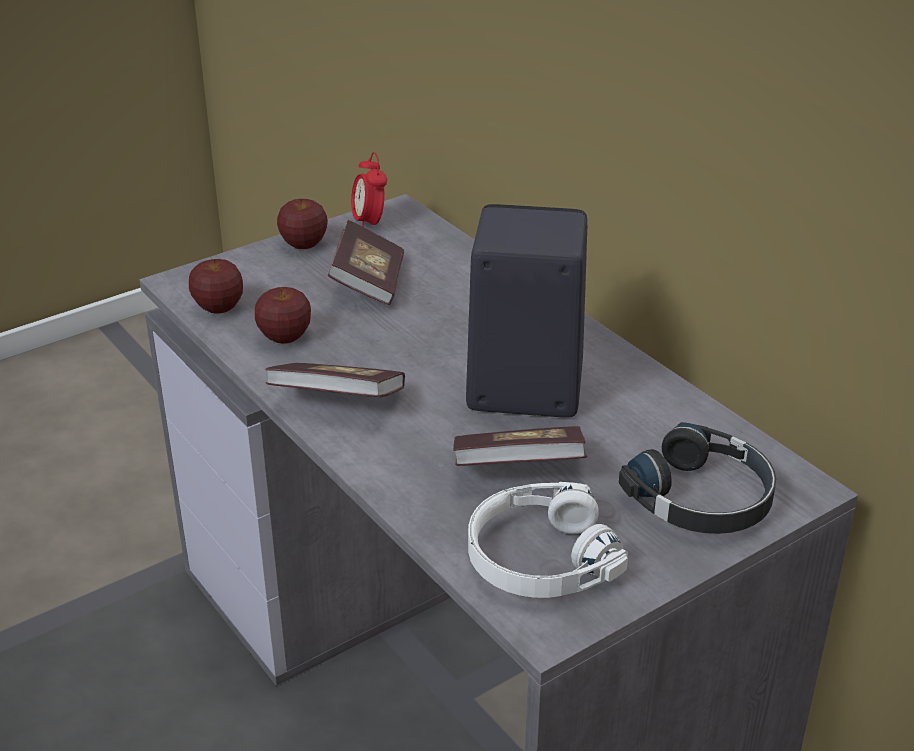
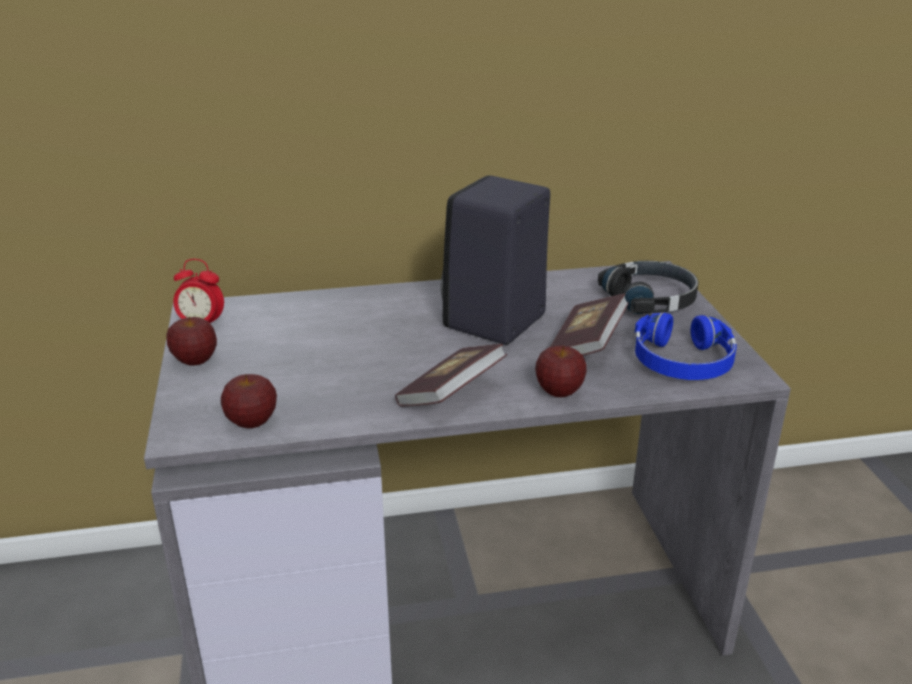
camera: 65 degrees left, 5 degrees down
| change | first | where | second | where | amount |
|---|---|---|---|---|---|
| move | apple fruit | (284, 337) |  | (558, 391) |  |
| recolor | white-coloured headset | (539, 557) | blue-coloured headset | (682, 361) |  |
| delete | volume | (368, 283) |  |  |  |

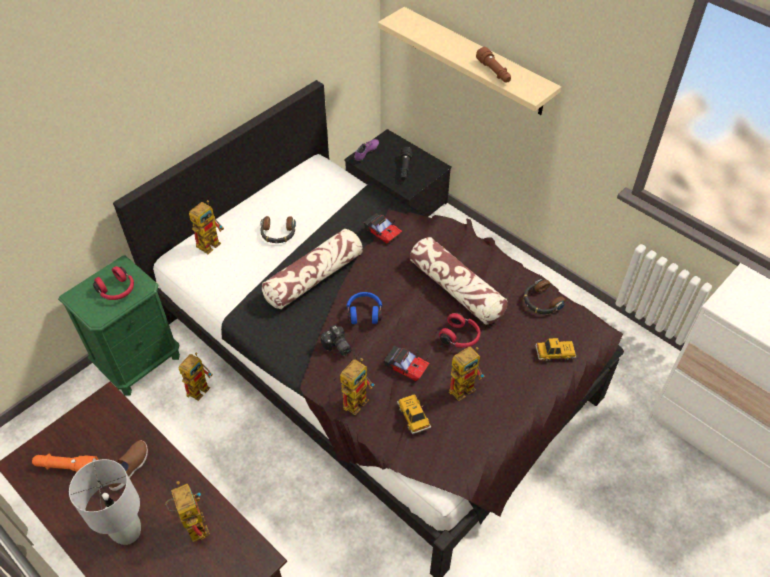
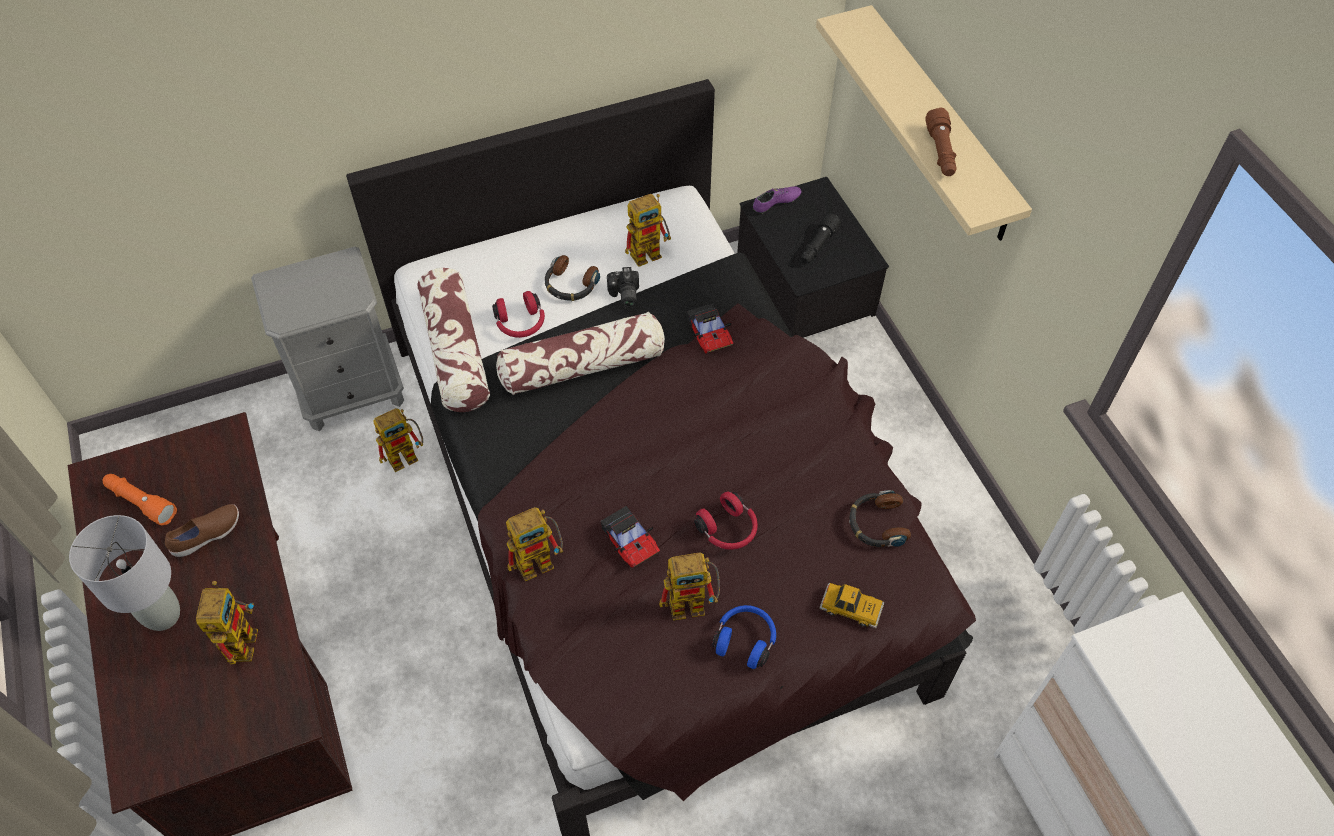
camera: 25 degrees right, 5 degrees up
| change | first | where | second | where | amount |
|---|---|---|---|---|---|
| recolor | greenish bedside table | (139, 361) | greyish bedside table | (351, 391) |  |
| move | throw pillow | (456, 289) |  | (456, 352) |  |
| move | reddish headset | (117, 290) |  | (521, 324) |  |
| move | still camera | (337, 347) |  | (623, 296) |  |
| move | robot figure | (211, 242) |  | (650, 251) |  |
| move | blue-coloured headset | (364, 312) |  | (745, 640) |  |
| delete | miniature car | (413, 416) |  |  |  |

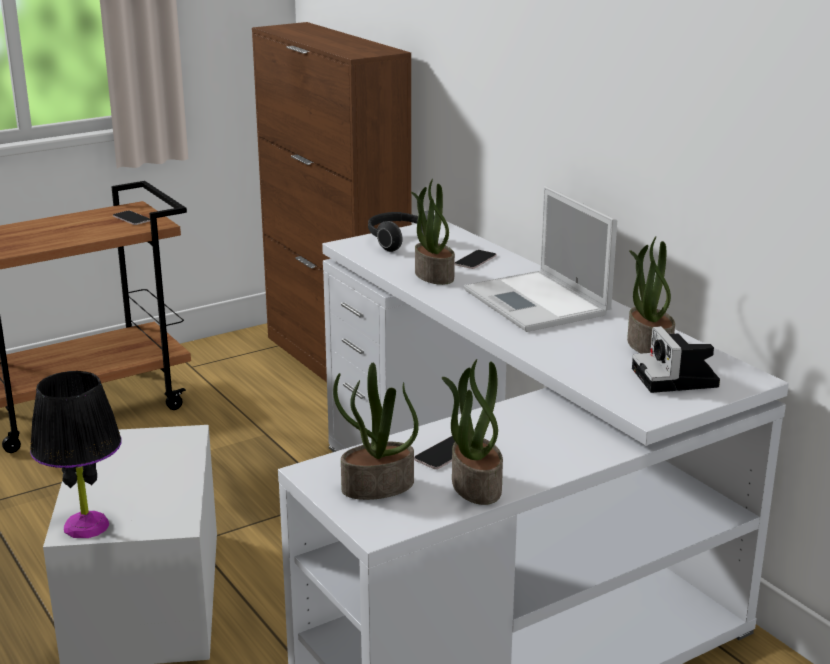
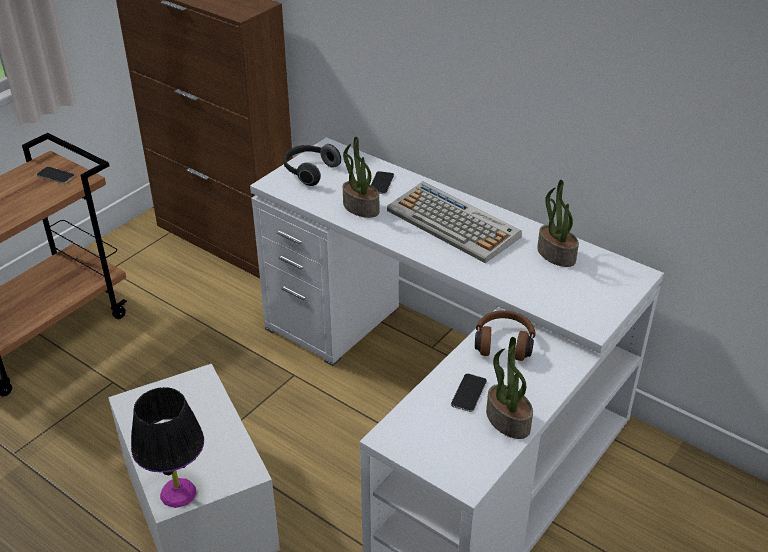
camera: 20 degrees left, 15 degrees up
| change | first | where | second | where | amount |
|---|---|---|---|---|---|
| replace | portable computer | (538, 303) | computer keyboard | (454, 224) |  |
| insert |  |  | brown-coloured headset | (504, 343) |  |
| delete | plant in a pot | (377, 487) |  |  |  |
| delete | still camera | (677, 379) |  |  |  |

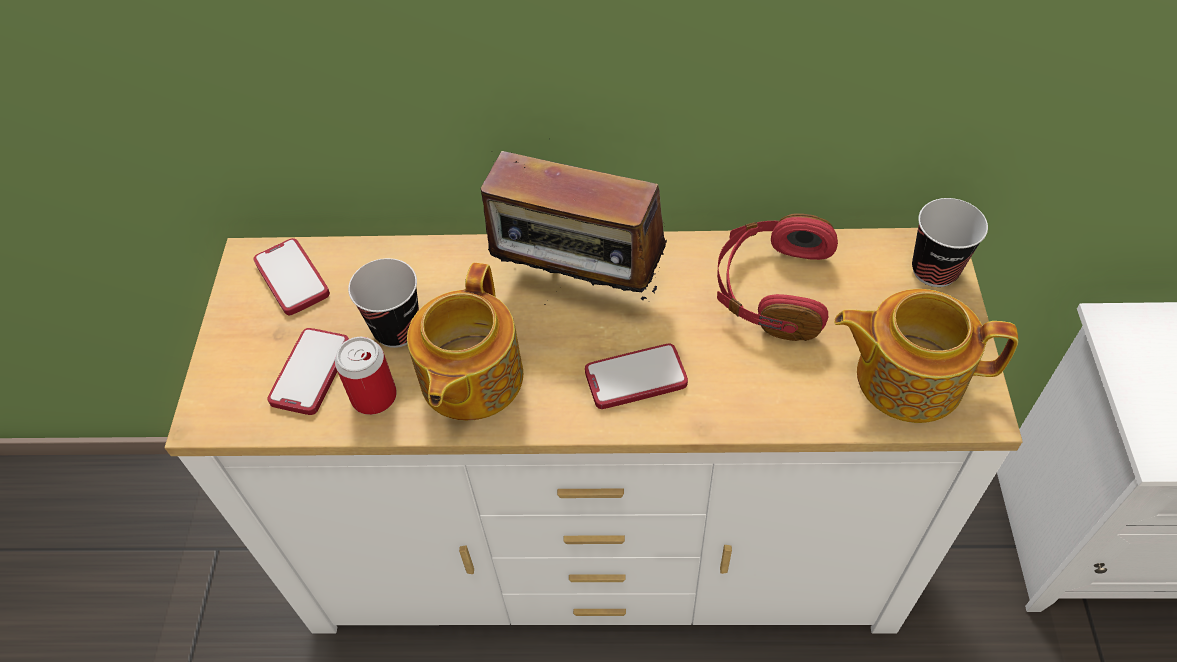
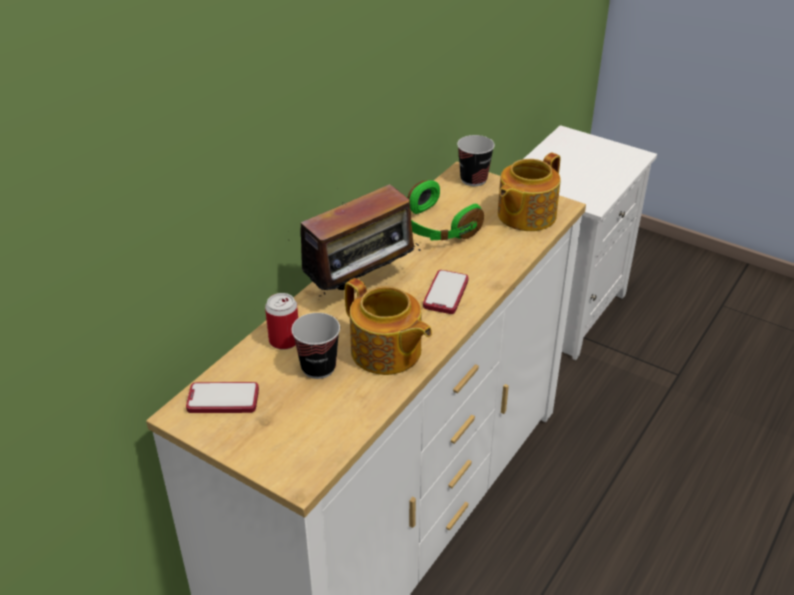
camera: 60 degrees left, 15 degrees down
| change | first | where | second | where | amount |
|---|---|---|---|---|---|
| move | sealed can | (374, 396) |  | (284, 340) |  |
| recolor | reddish headset | (771, 289) | greenish headset | (434, 228) |  |
| delete | phone | (310, 372) |  |  |  |

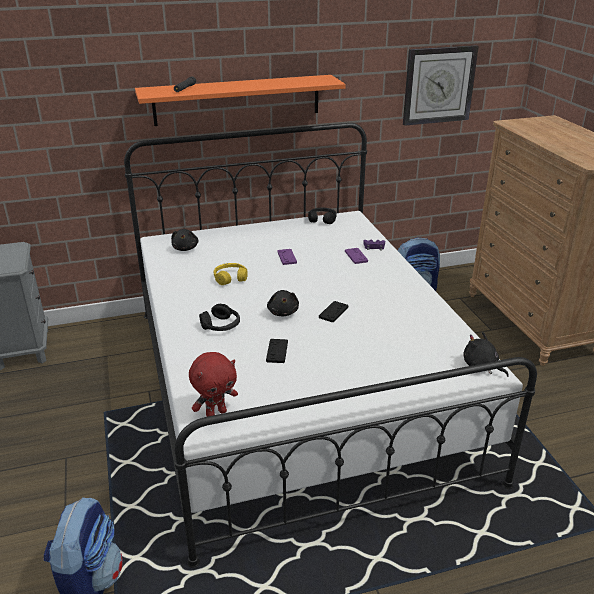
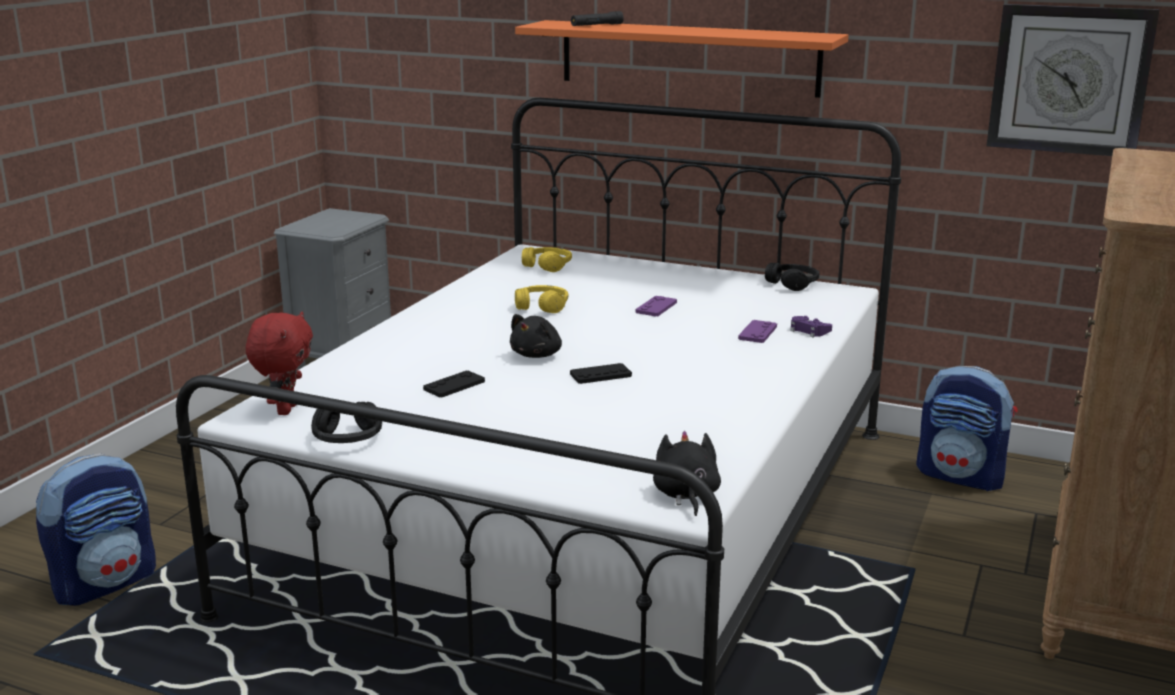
camera: 40 degrees right, 10 degrees down
| change | first | where | second | where | amount |
|---|---|---|---|---|---|
| rotate | reddish plush toy | (216, 413) |  | (285, 409) | 90 degrees counterclockwise |
| move | black headset | (221, 326) |  | (348, 439) |  |
| replace | black plush toy | (185, 248) | yellow-coloured headset | (548, 266) |  |

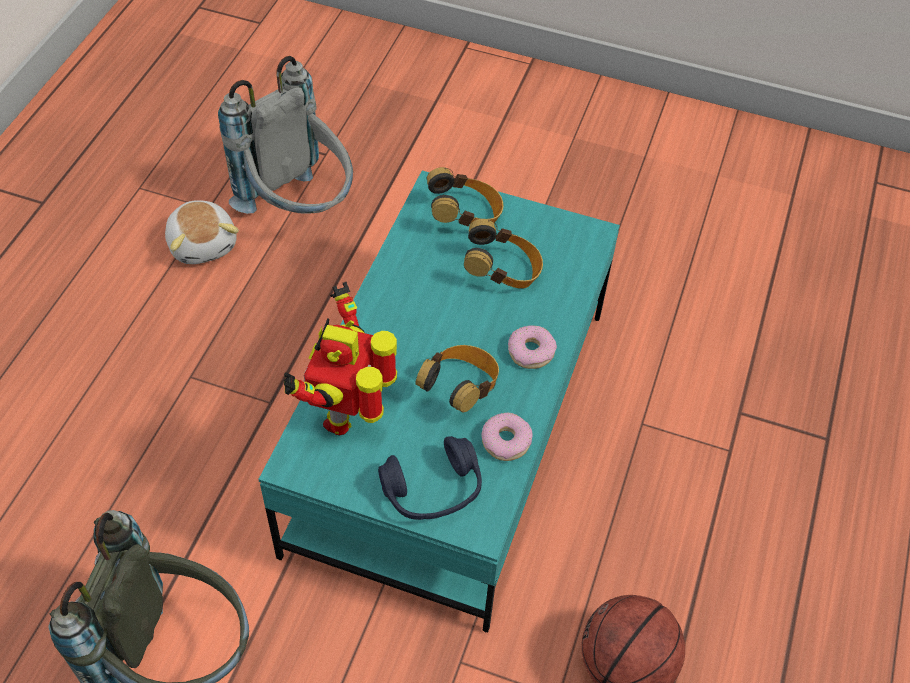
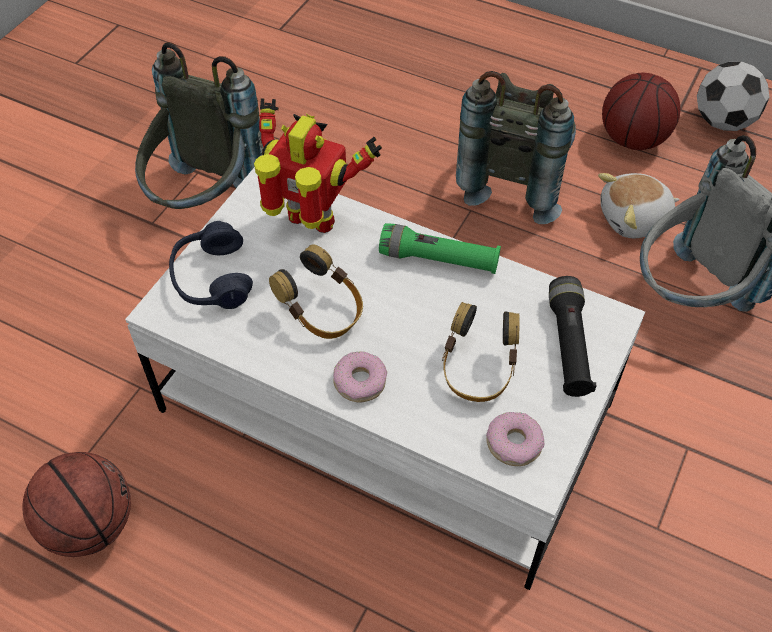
camera: 100 degrees right, 0 degrees up
| change | first | where | second | where | amount |
|---|---|---|---|---|---|
| recolor | turquoise coffee table | (451, 430) | white-coloured coffee table | (384, 408) |  |
| insert |  |  | greenish torch | (438, 260) |  |
| insert |  |  | greyish knapsack | (513, 181) |  |
| move | donut | (506, 441) |  | (513, 443) |  |
| replace | headset | (465, 216) | black torch | (568, 345) |  |
| insert |  |  | basketball | (633, 140) |  |
| insert |  |  | football ball | (723, 121) |  |

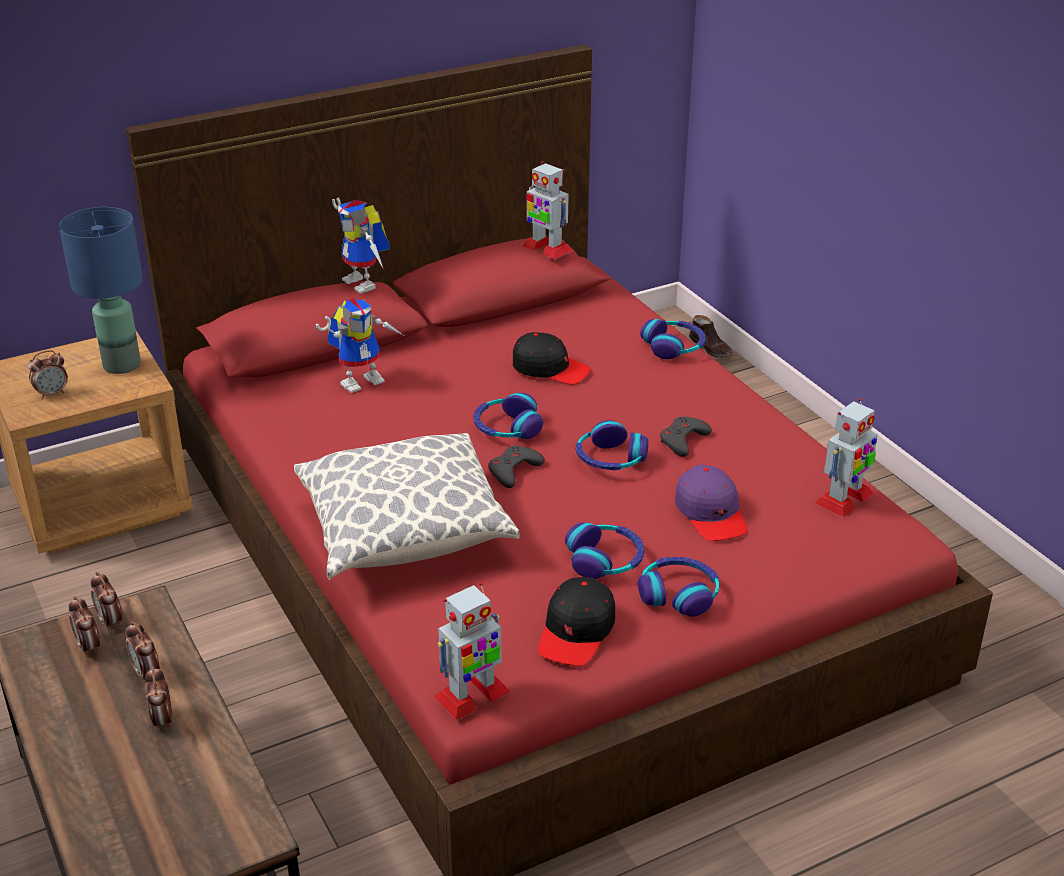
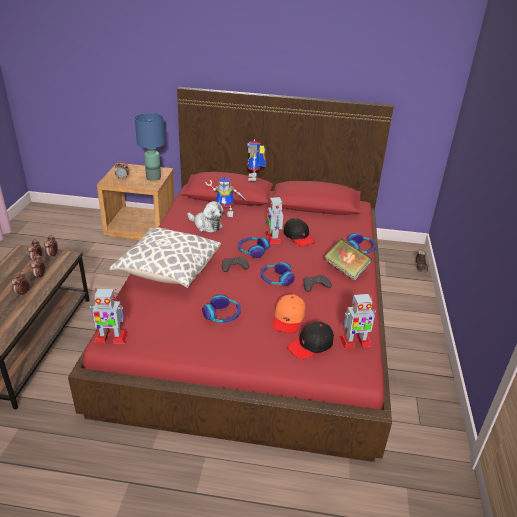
camera: 35 degrees right, 0 degrees up
| change | first | where | second | where | amount |
|---|---|---|---|---|---|
| insert |  |  | plush toy | (206, 225) |  |
| move | robot figure | (546, 248) |  | (273, 237) |  |
| recolor | purple baseball cap | (711, 514) | orange baseball cap | (288, 319) |  |
| move | black baseball cap | (576, 632) |  | (311, 345) |  |
| insert |  |  | volume | (346, 269) |  |
| delete | headset | (678, 594) |  |  |  |

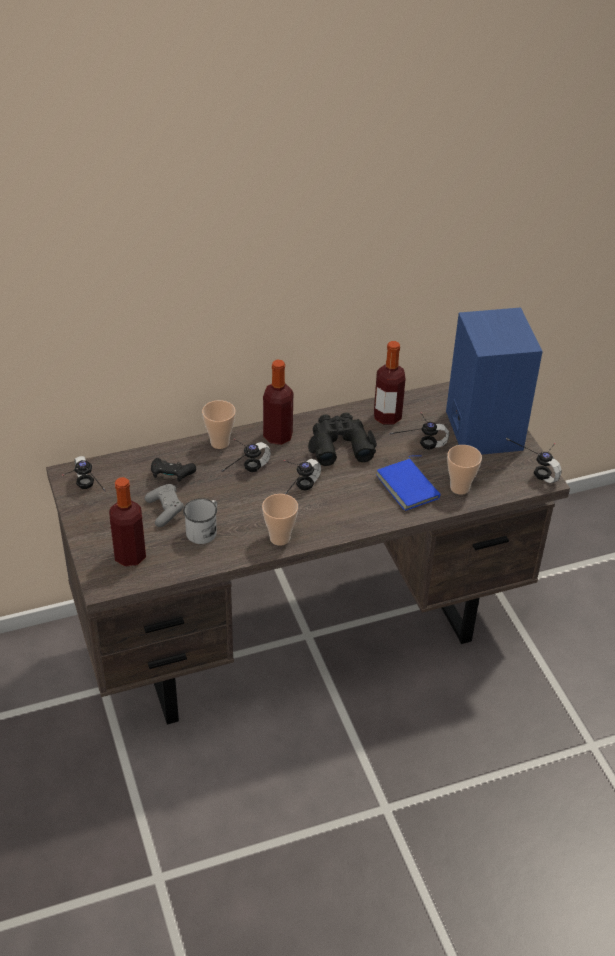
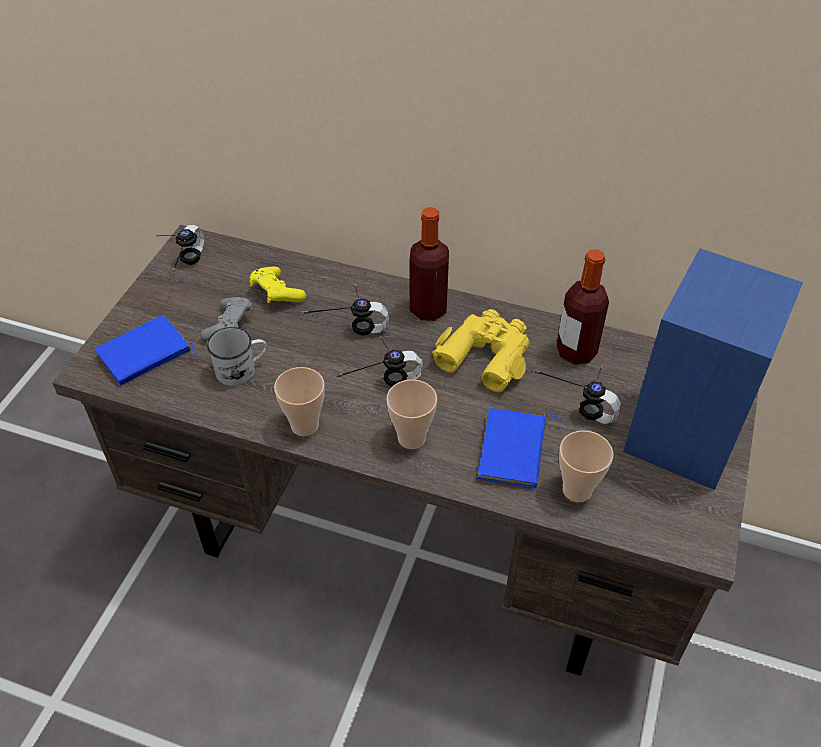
camera: 40 degrees right, 5 degrees up
| change | first | where | second | where | amount |
|---|---|---|---|---|---|
| replace | beverage bottle | (130, 556) | blue-coloured volume | (145, 355) |  |
| recolor | black joypad | (171, 476) | yellow-coloured joypad | (276, 294) |  |
| move | drinking cup | (220, 443) |  | (411, 438) |  |
| recolor | black binoculars | (340, 444) | yellow-coloured binoculars | (486, 355) |  |
| delete | headset | (536, 468) |  |  |  |

